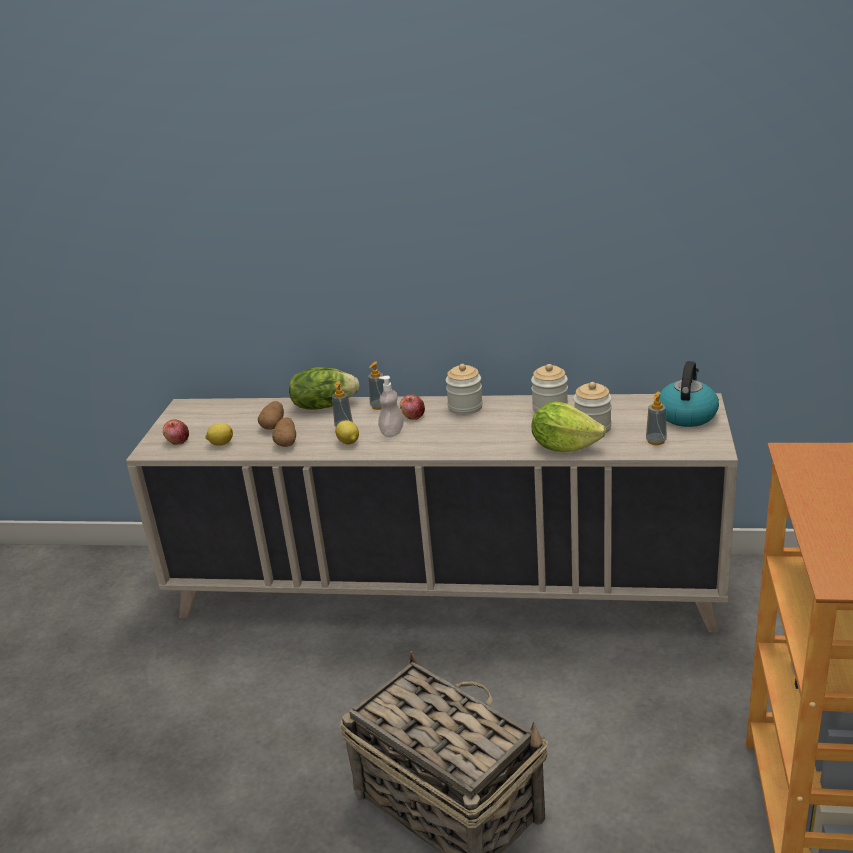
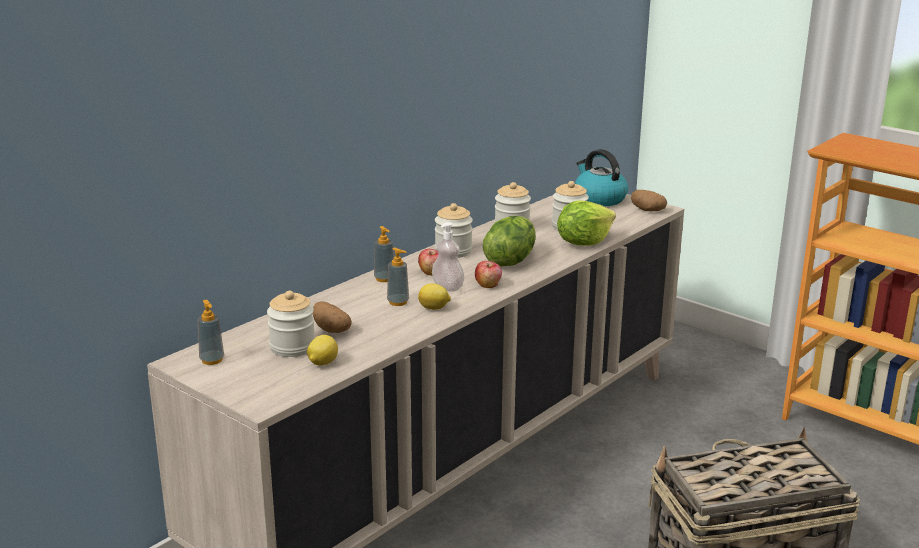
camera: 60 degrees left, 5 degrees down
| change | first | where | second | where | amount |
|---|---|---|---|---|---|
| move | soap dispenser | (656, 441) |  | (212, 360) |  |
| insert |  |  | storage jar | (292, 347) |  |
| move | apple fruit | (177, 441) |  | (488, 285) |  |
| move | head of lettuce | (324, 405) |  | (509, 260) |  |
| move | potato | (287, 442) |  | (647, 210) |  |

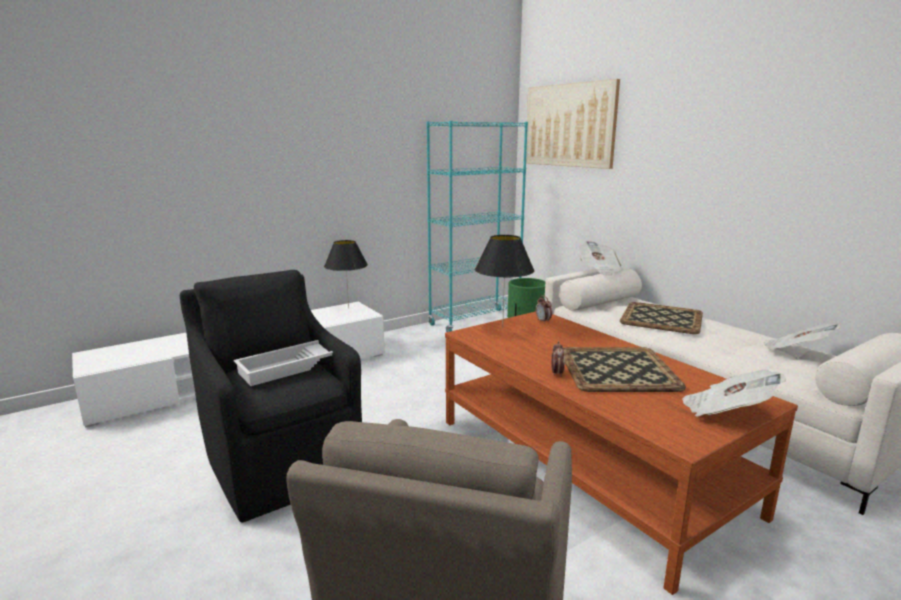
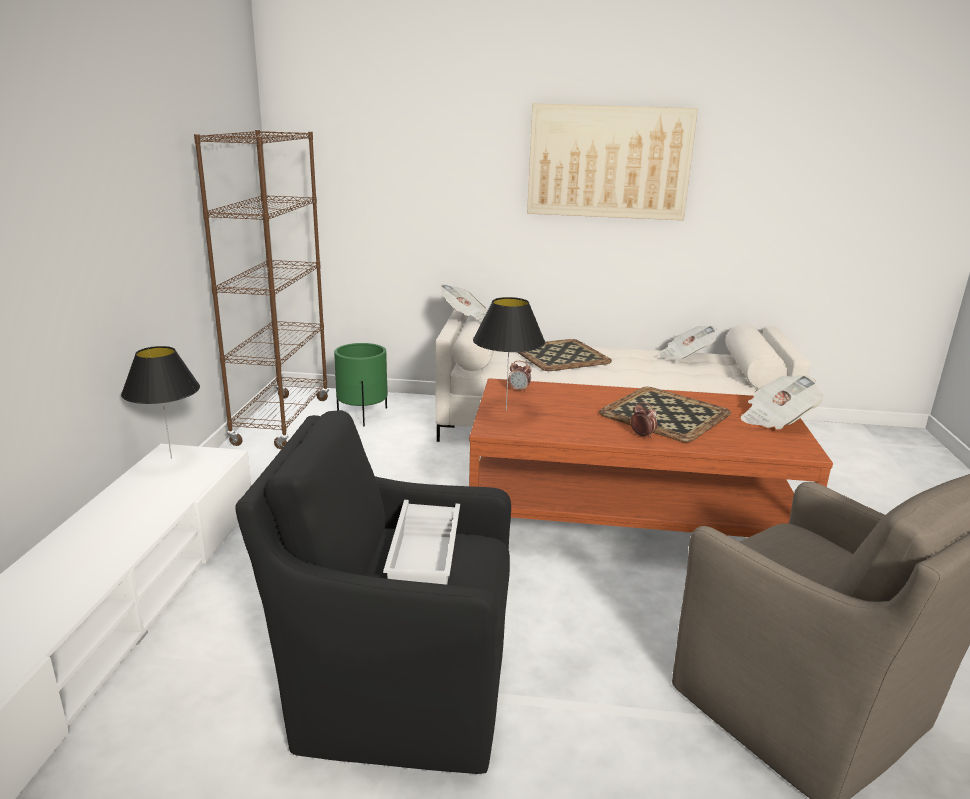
camera: 50 degrees left, 5 degrees up
| change | first | where | second | where | amount |
|---|---|---|---|---|---|
| recolor | turquoise bookcase | (475, 321) | brown-coloured bookcase | (282, 421) |  |
| move | wall art | (569, 125) |  | (609, 162) |  |

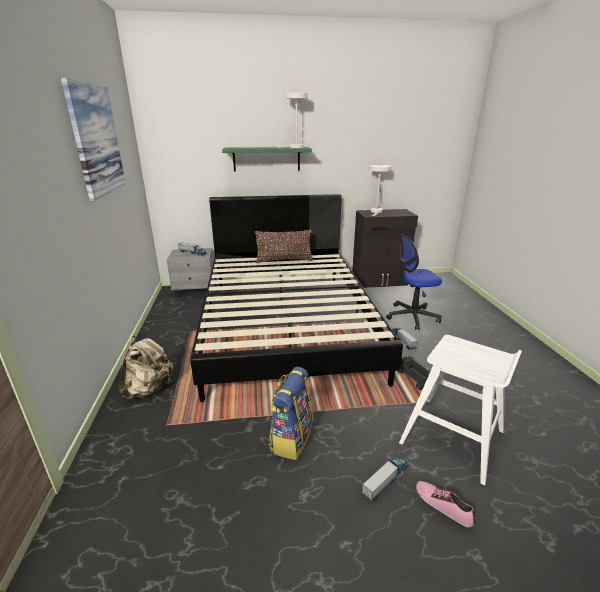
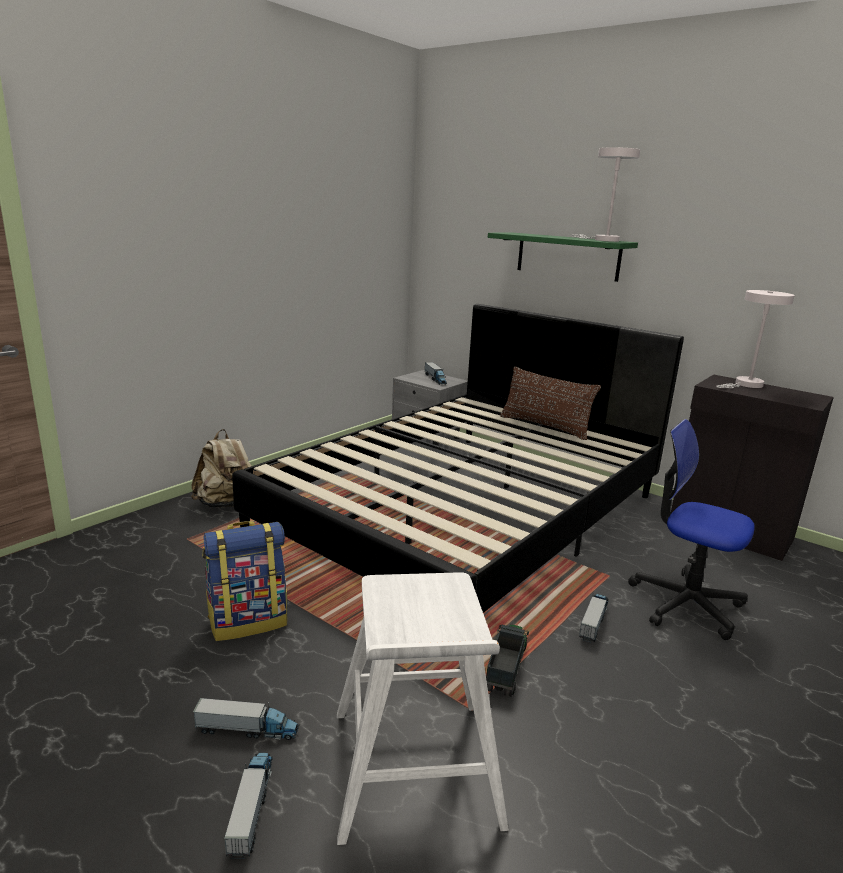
camera: 45 degrees right, 5 degrees down
| change | first | where | second | where | amount |
|---|---|---|---|---|---|
| replace | low shoe | (443, 505) | toy lorry | (252, 807) |  |
| delete | wall art | (96, 140) |  |  |  |

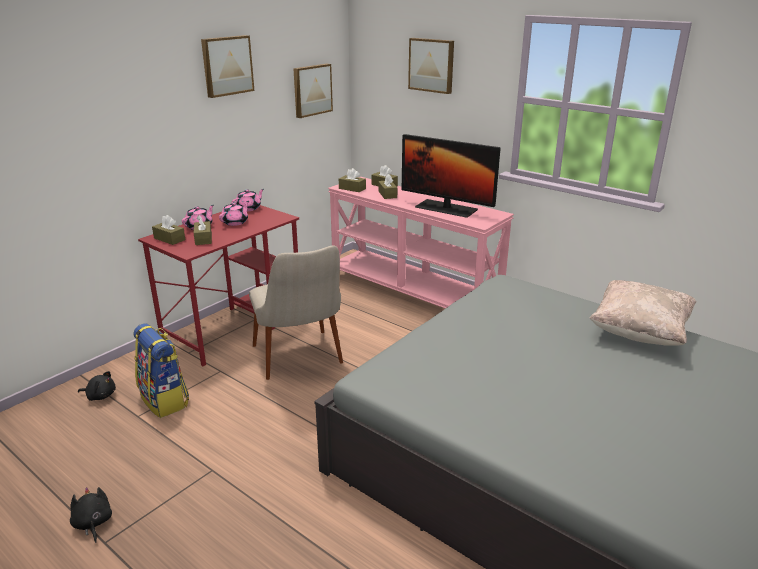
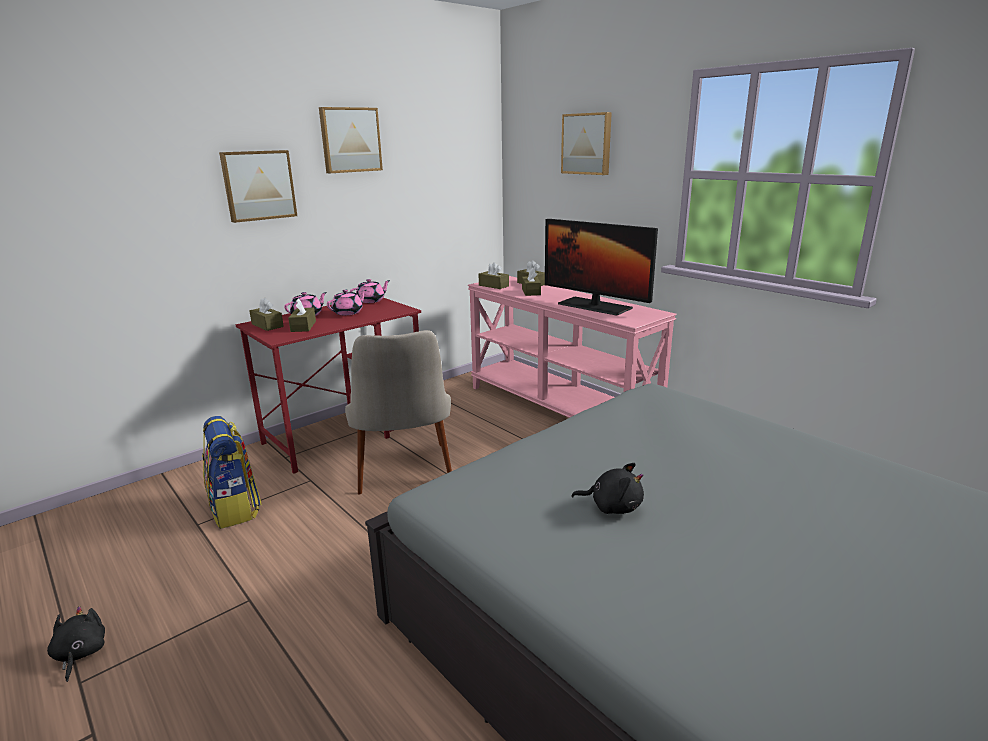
camera: 10 degrees right, 5 degrees down
| change | first | where | second | where | amount |
|---|---|---|---|---|---|
| move | wall art | (311, 90) |  | (258, 185) |  |
| move | black plush toy | (100, 395) |  | (612, 506) |  |
| delete | beige throw pillow | (639, 332) |  |  |  |

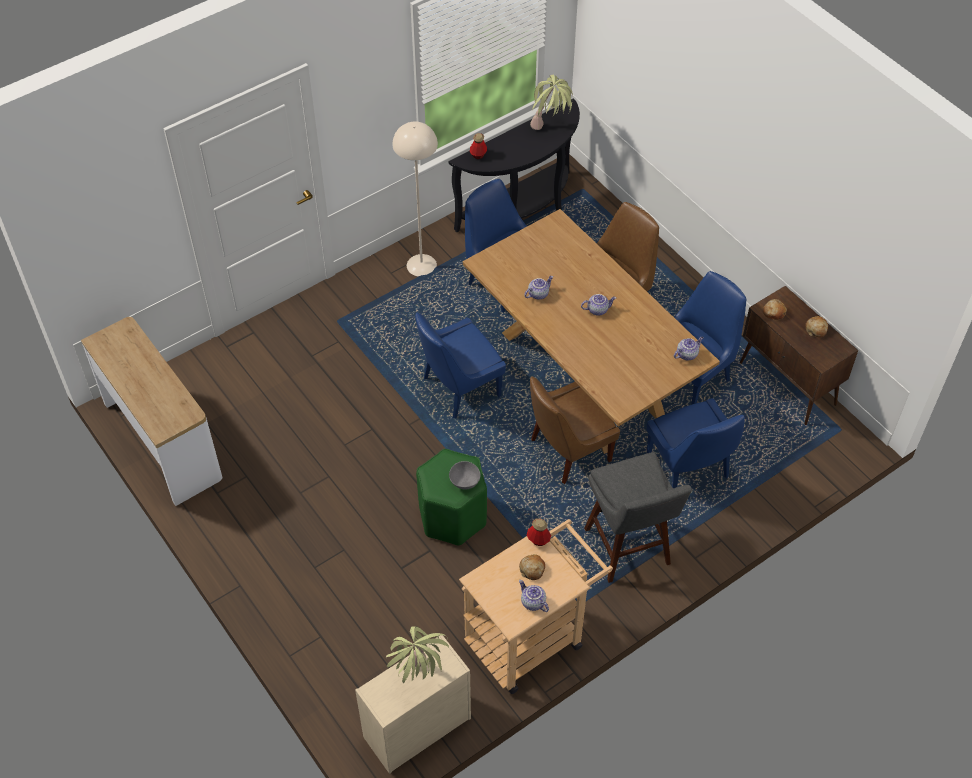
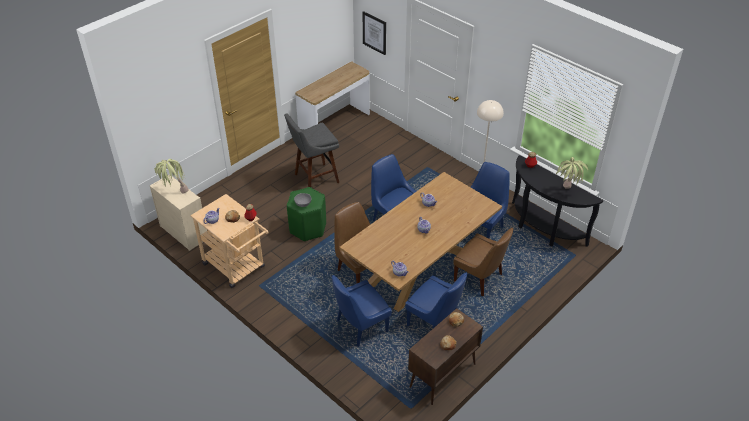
camera: 80 degrees right, 10 degrees down
| change | first | where | second | where | amount |
|---|---|---|---|---|---|
| move | greyish stool | (628, 550) |  | (314, 179) |  |
| insert |  |  | wall art | (374, 33) |  |

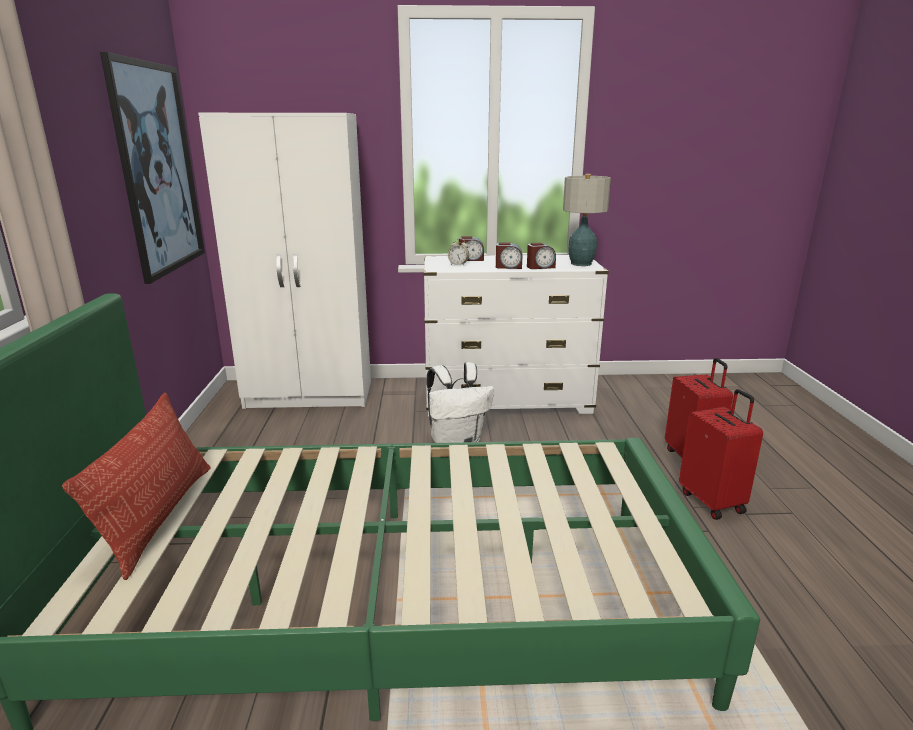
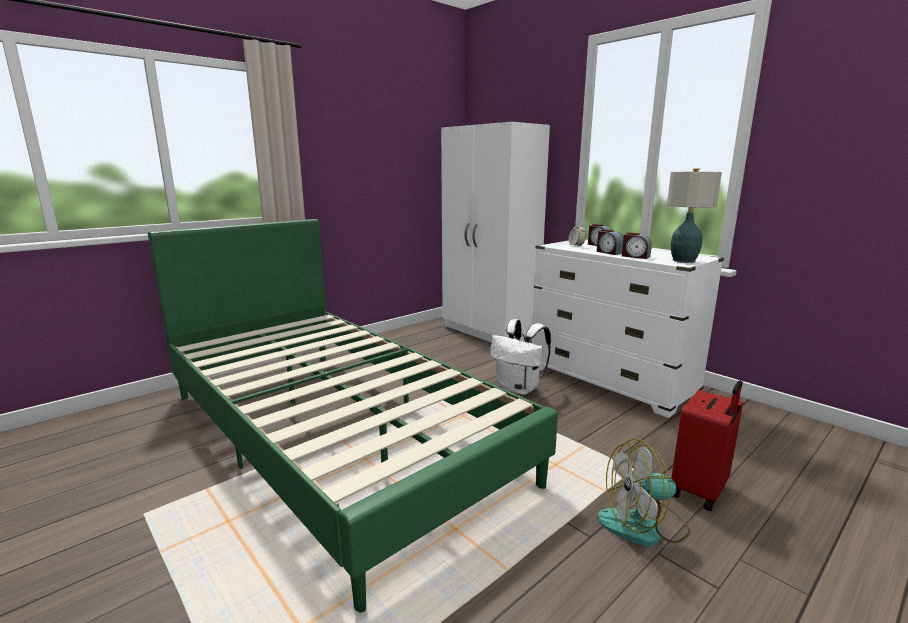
camera: 50 degrees right, 5 degrees down
| change | first | where | second | where | amount |
|---|---|---|---|---|---|
| replace | reddish travel case | (713, 502) | fan | (643, 526) |  |
| delete | throw pillow | (159, 516) |  |  |  |
| delete | wall art | (158, 169) |  |  |  |

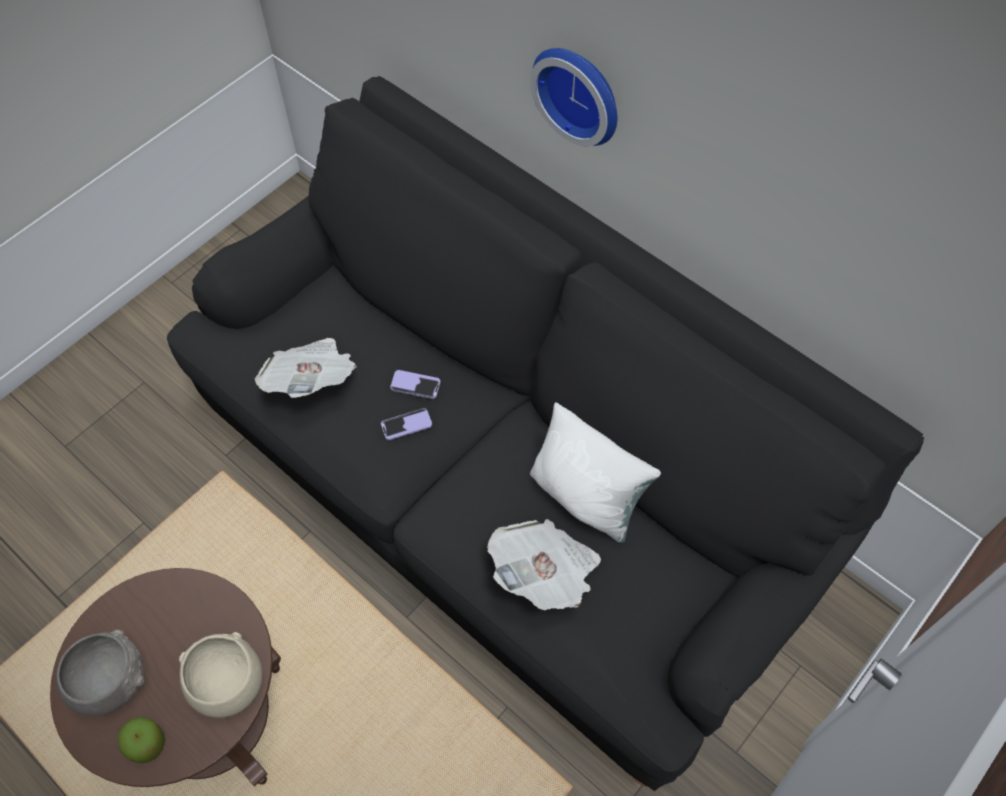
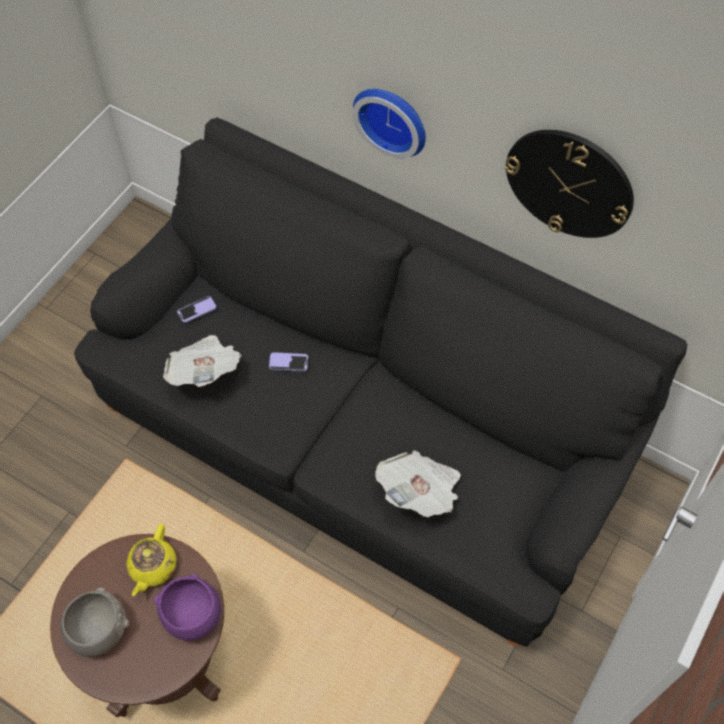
camera: 10 degrees left, 0 degrees up
| change | first | where | second | where | amount |
|---|---|---|---|---|---|
| insert |  |  | yellow-coloured tea pot | (152, 567) |  |
| recolor | beige bowl | (227, 683) | purple bowl | (191, 615) |  |
| move | phone | (406, 425) |  | (197, 310) |  |
| insert |  |  | wall clock | (569, 183) |  |
| delete | apple fruit | (147, 744) |  |  |  |
| delete | white-coloured throw pillow | (586, 497) |  |  |  |

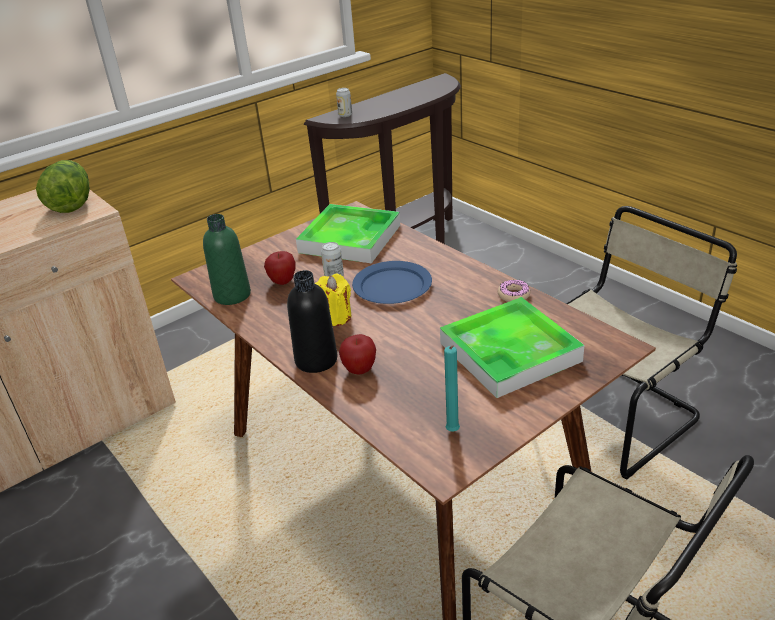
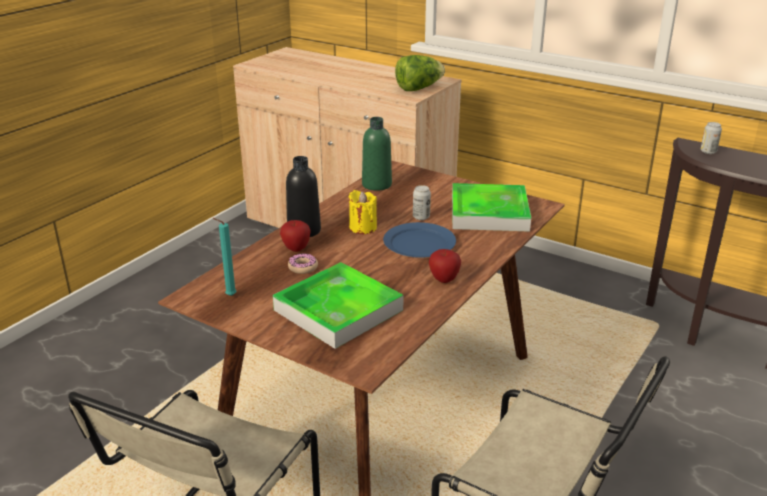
camera: 70 degrees right, 5 degrees down
| change | first | where | second | where | amount |
|---|---|---|---|---|---|
| move | donut | (513, 295) |  | (303, 267) |  |
| move | apple fruit | (283, 281) |  | (444, 279) |  |

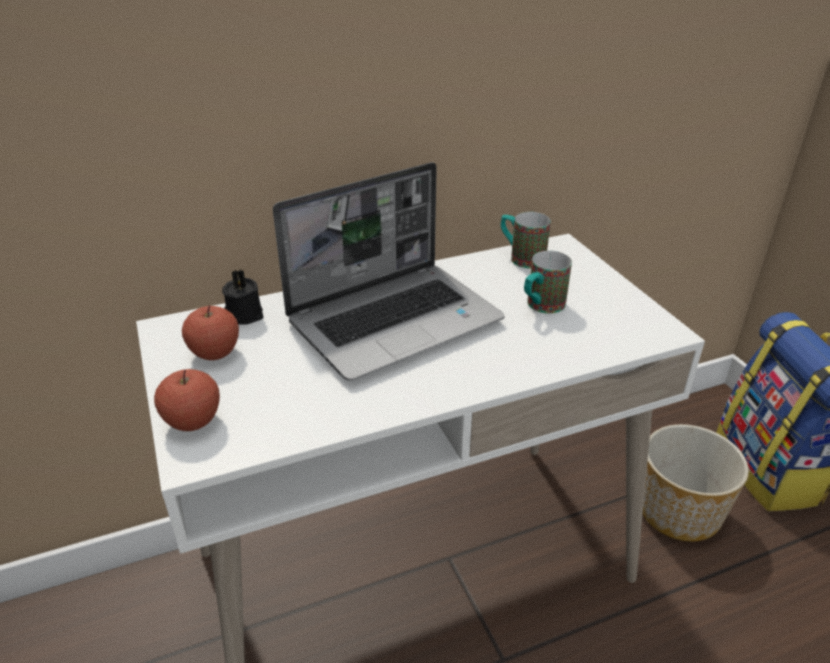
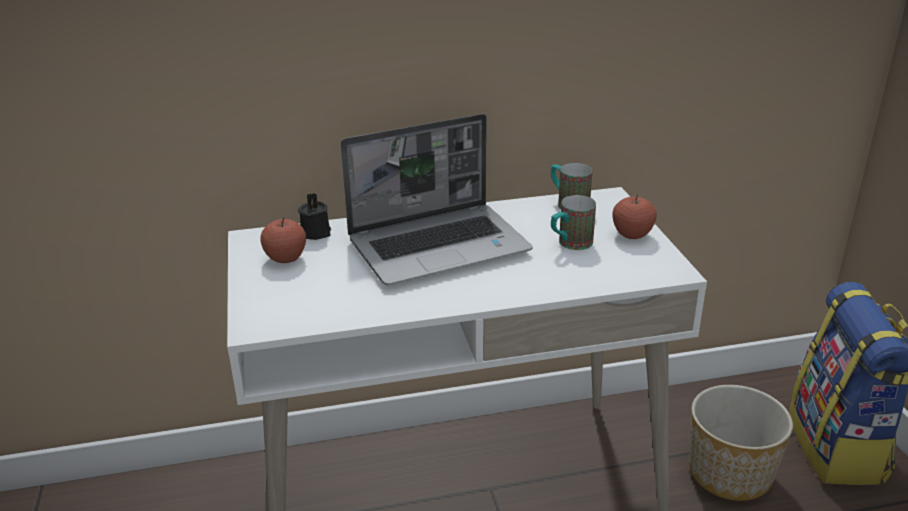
camera: 10 degrees right, 5 degrees down
| change | first | where | second | where | amount |
|---|---|---|---|---|---|
| move | apple fruit | (193, 421) |  | (632, 235) |  |

